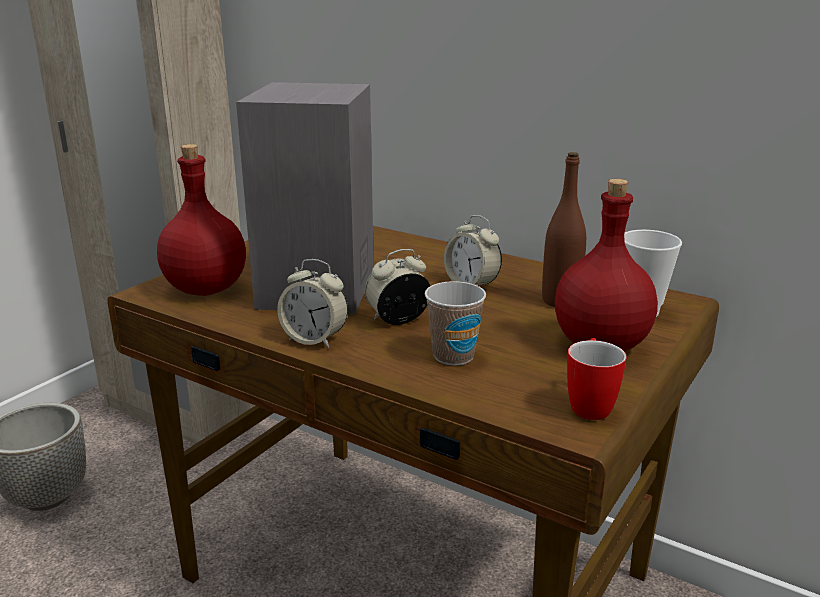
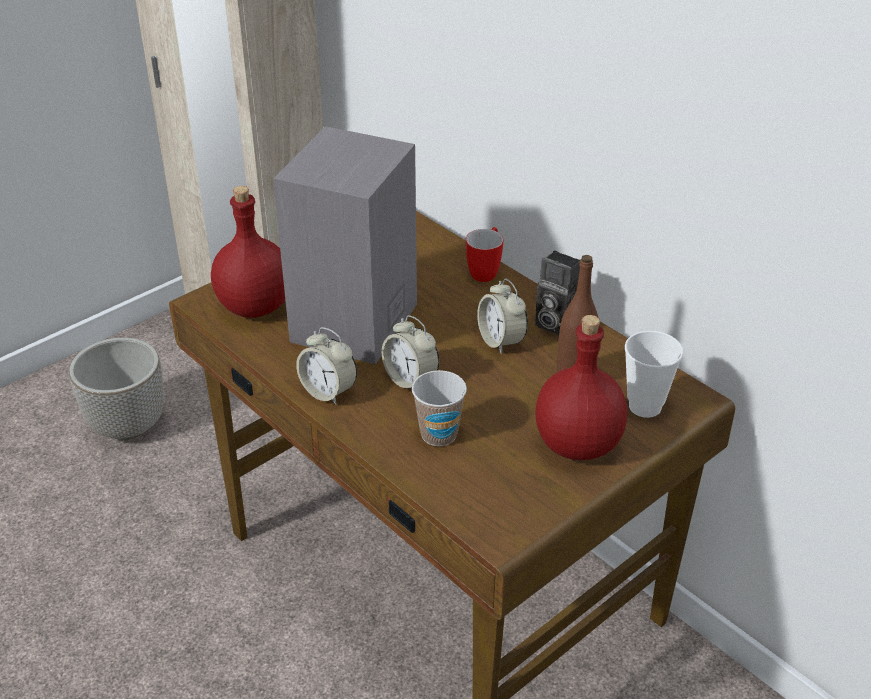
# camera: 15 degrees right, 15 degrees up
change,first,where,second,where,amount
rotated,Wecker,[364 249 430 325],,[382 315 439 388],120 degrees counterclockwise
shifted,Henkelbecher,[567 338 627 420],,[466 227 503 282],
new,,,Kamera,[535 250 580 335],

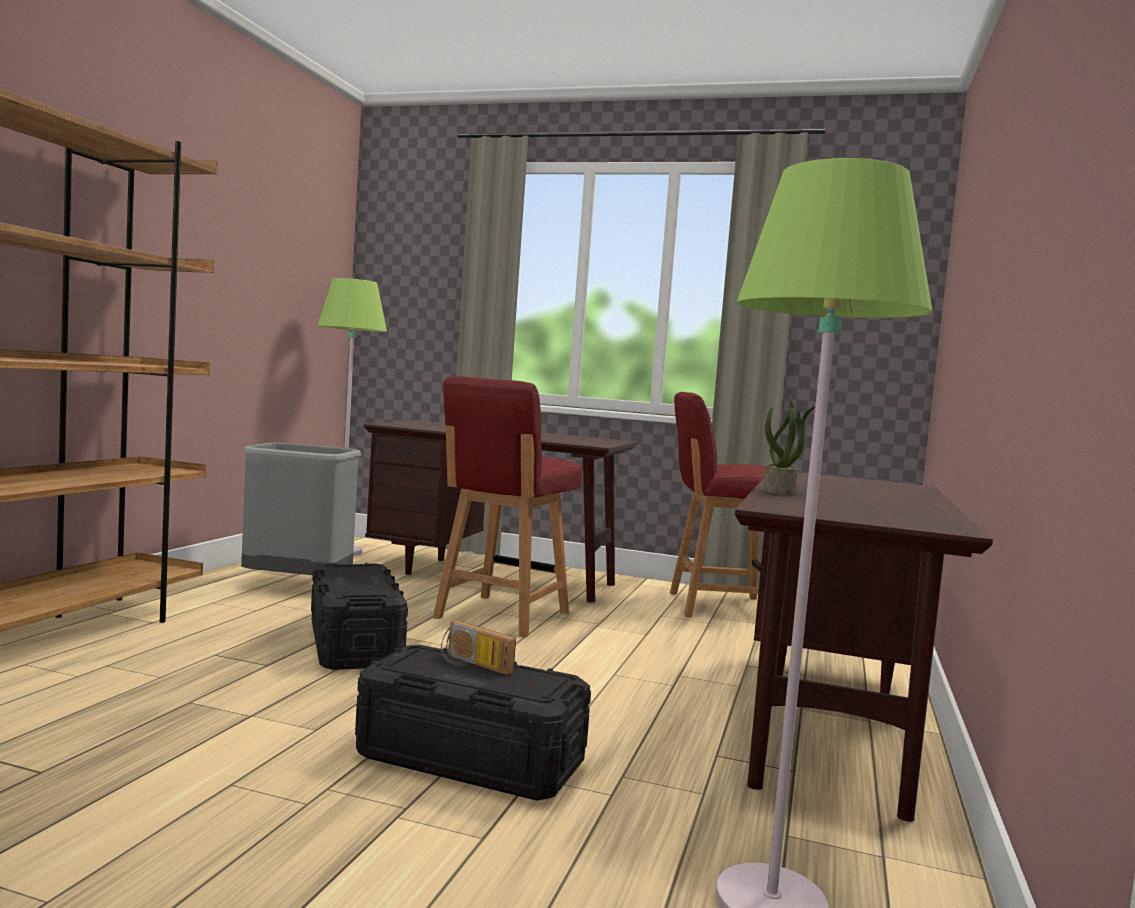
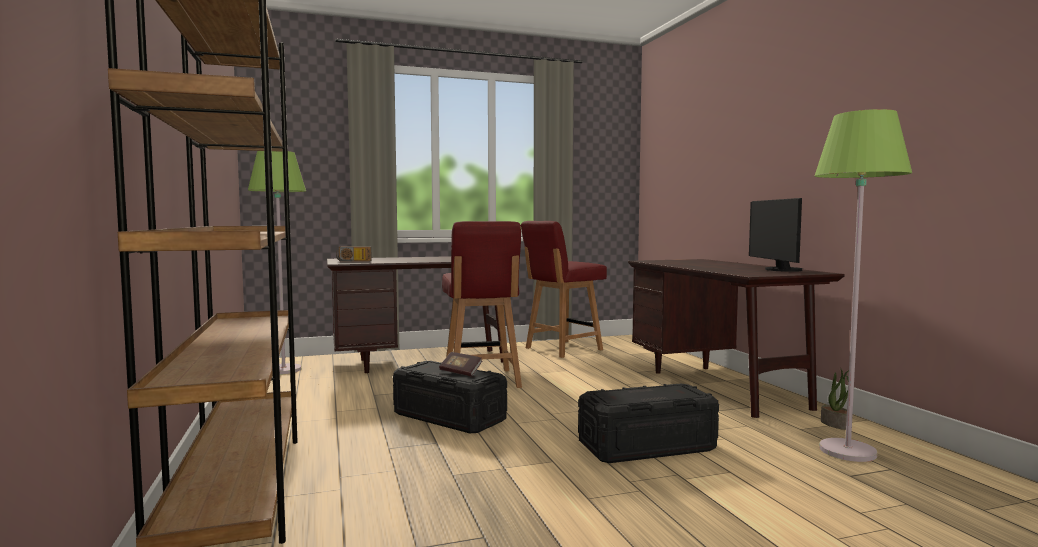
# camera: 35 degrees left, 0 degrees up
change,first,where,second,where,amount
shifted,Radio,[441 620 516 675],,[336 247 372 261],
new,,,Buch,[439 352 482 376],
new,,,Monitor,[749 198 803 272],
shifted,Topfpflanze,[763 396 815 495],,[821 369 853 430],
gone,Mülleimer [grau],[241 443 361 575],,,

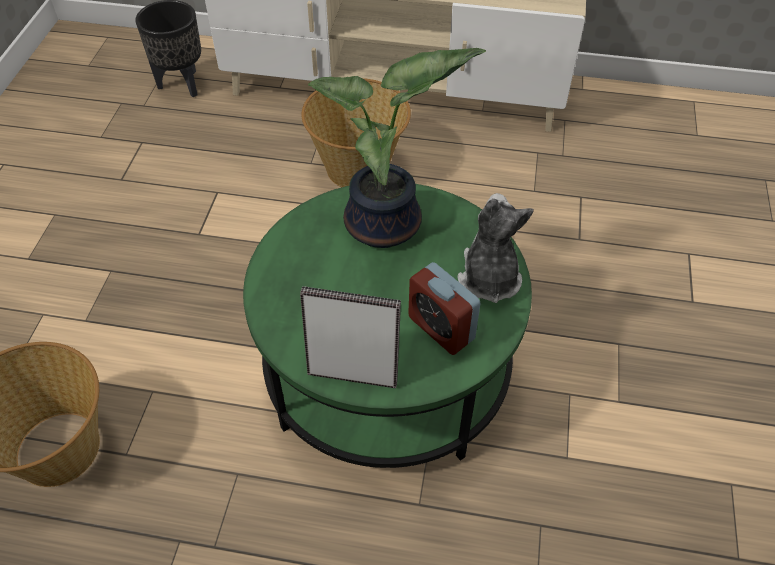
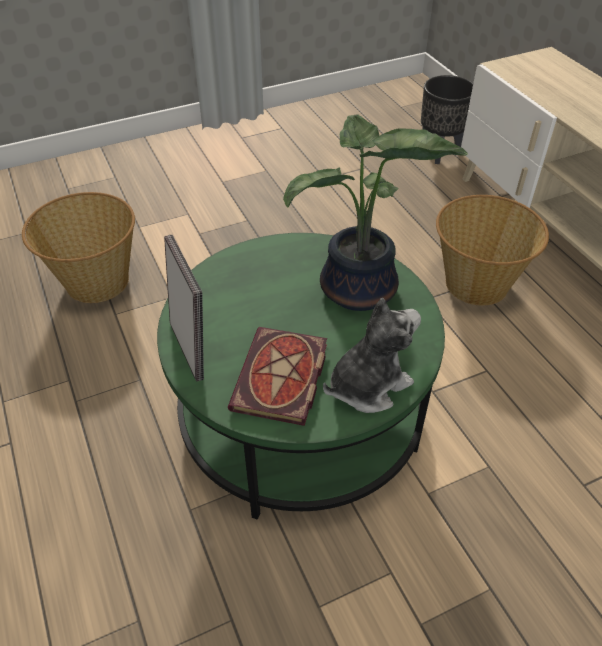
# camera: 55 degrees right, 5 degrees down
change,first,where,second,where,amount
swapped,Wecker,[408 262 481 355],Buch,[228 327 327 426],

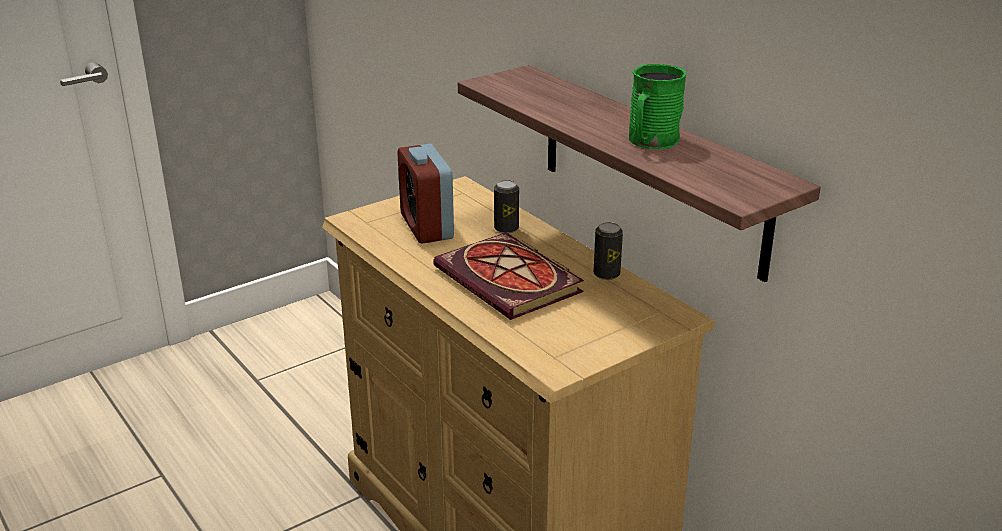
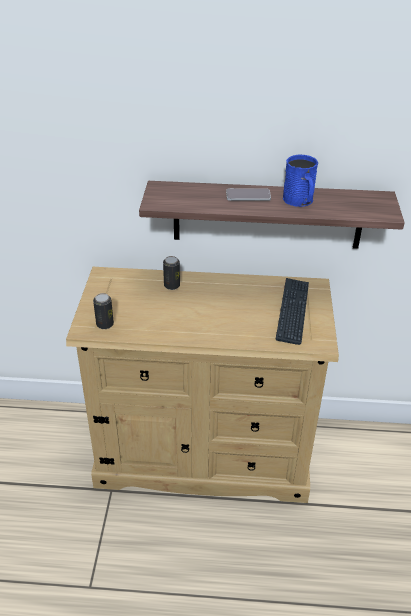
# camera: 50 degrees left, 10 degrees up
change,first,where,second,where,amount
shifted,Dose,[593 222 623 280],,[93 293 114 329],
new,,,Handy,[226 188 271 201],
new,,,Tastatur,[275 278 309 345],
repainted,Henkelbecher [grün],[629 64 686 149],Henkelbecher [blau],[283 154 318 207],
gone,Wecker,[397 144 454 244],,,
gone,Buch,[433 232 584 320],,,

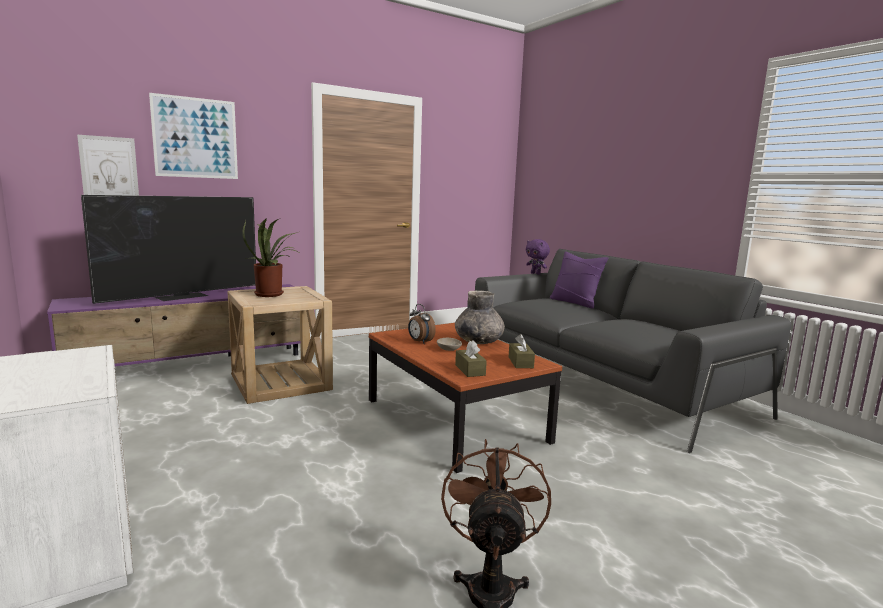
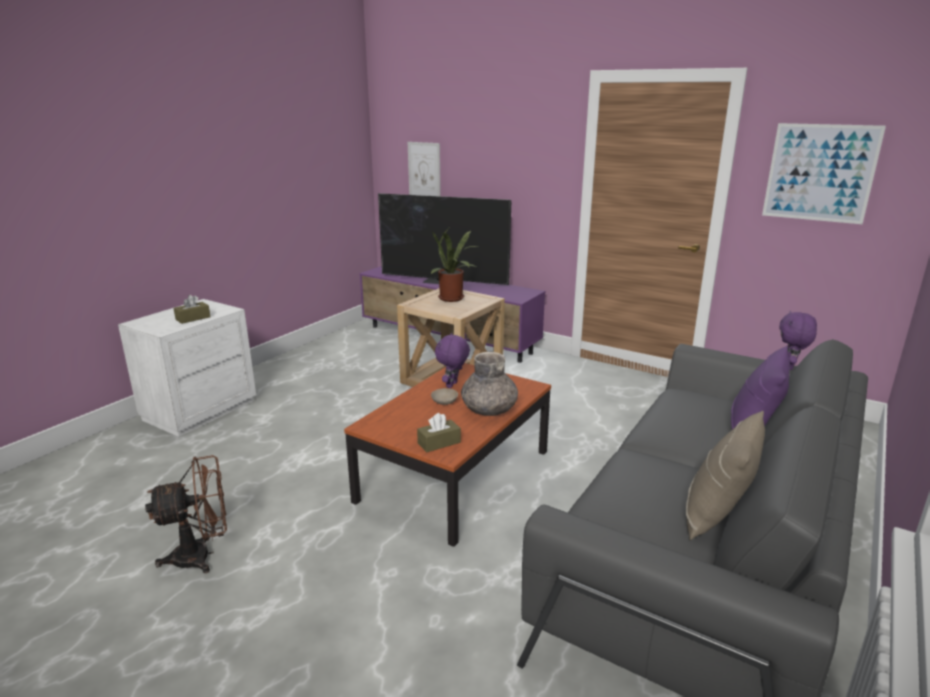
# camera: 65 degrees right, 10 degrees up
change,first,where,second,where,amount
shifted,Taschentuchbox [braun],[455 340 487 377],,[174 295 211 324],
swapped,Wecker,[408 304 436 343],Plüschtier [lila],[435 333 470 388],
new,,,Kissen [beige],[686 411 765 540],
shifted,Bild,[149 93 238 179],,[762 123 886 224],

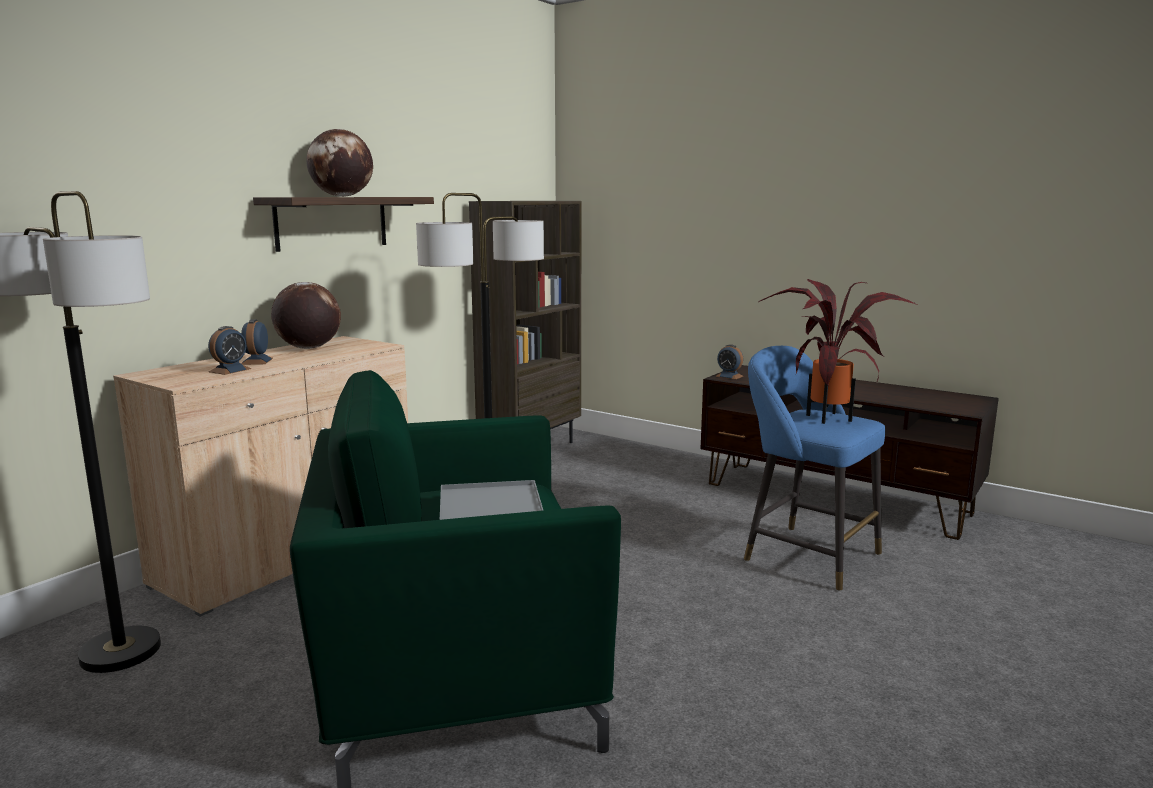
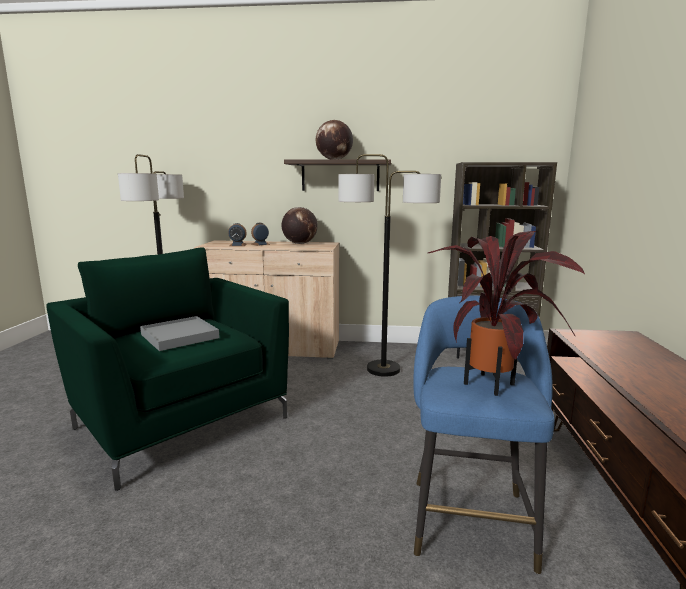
# camera: 60 degrees right, 0 degrees up
change,first,where,second,where,amount
gone,Wecker,[715 344 743 380],,,

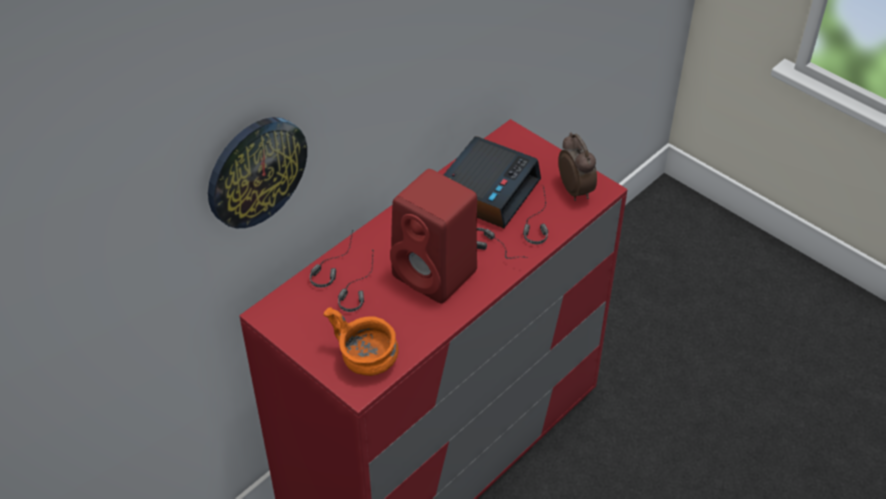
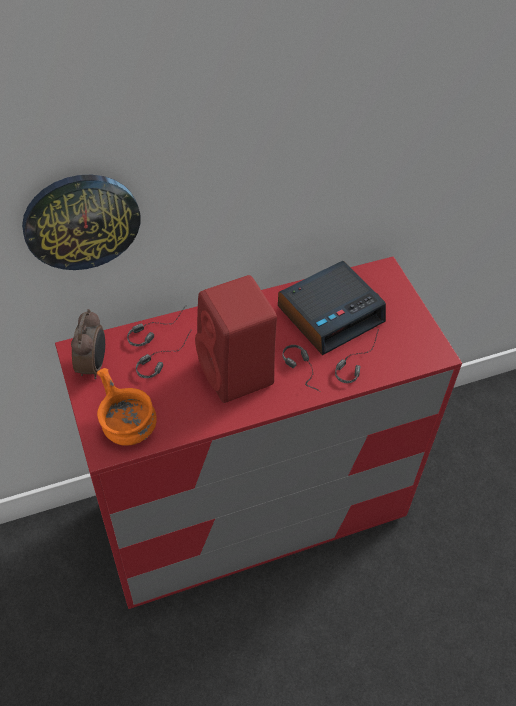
# camera: 25 degrees right, 5 degrees up
change,first,where,second,where,amount
shifted,Wecker,[558 133 597 201],,[71 309 105 379],

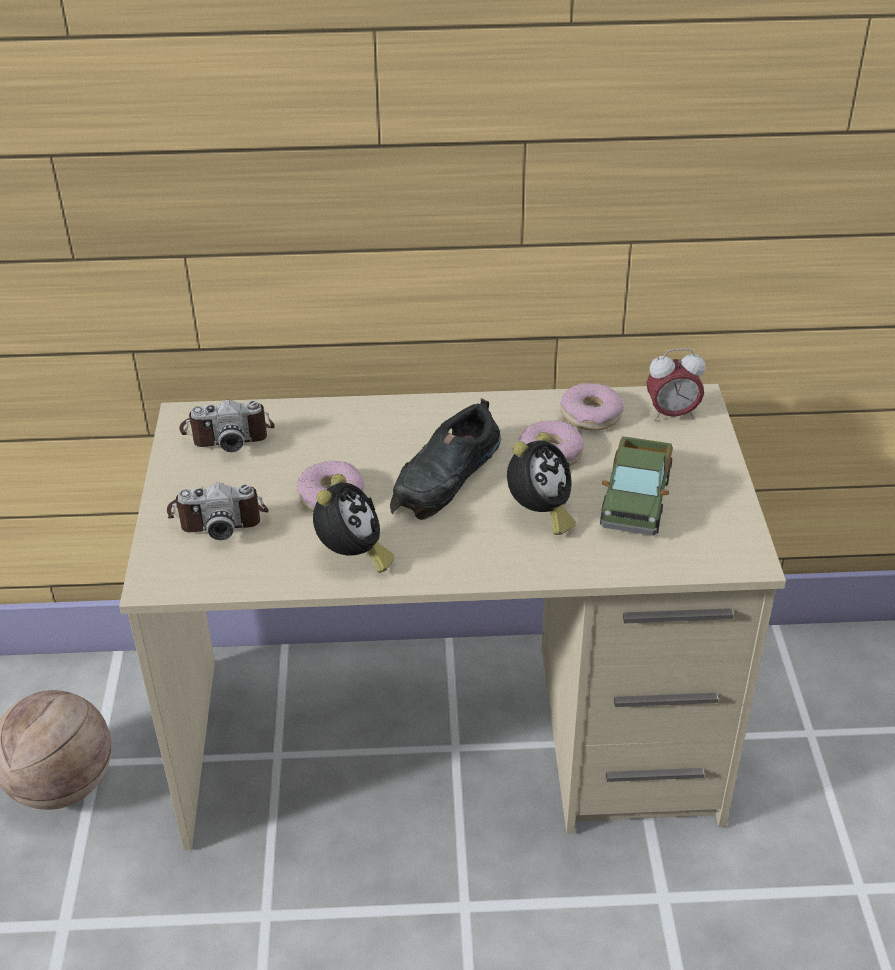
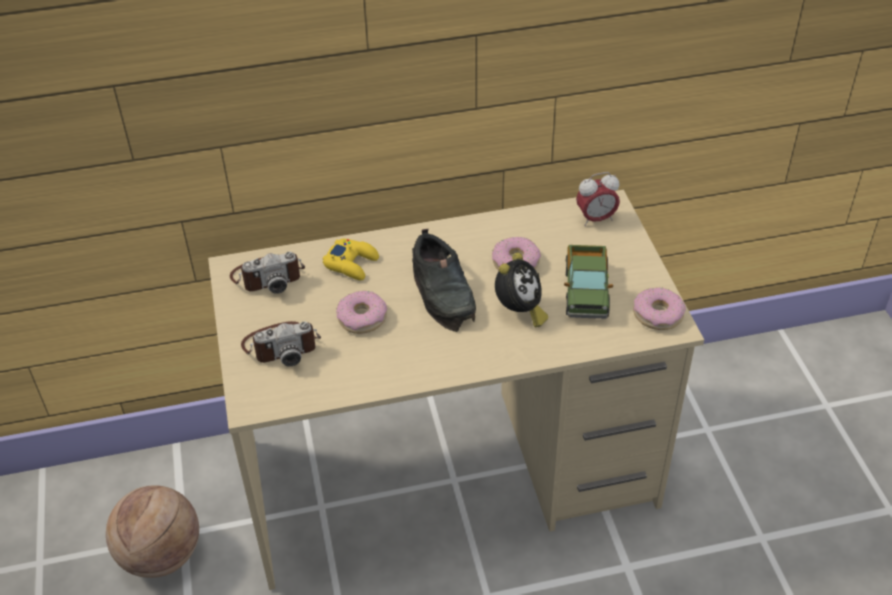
# camera: 10 degrees left, 5 degrees up
change,first,where,second,where,amount
new,,,Gamepad [gelb],[322 239 379 280],
rotated,Schuh [schwarz],[390 398 501 520],,[412 229 476 332],45 degrees counterclockwise
shifted,Donut,[560 383 624 430],,[633 287 686 330],
gone,Wecker,[313 474 394 573],,,

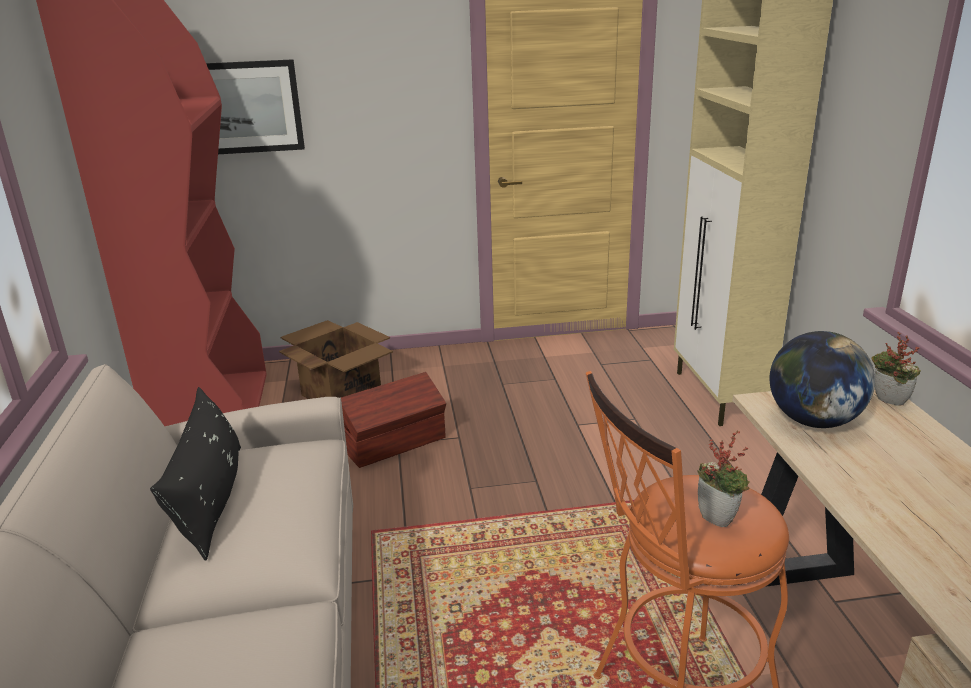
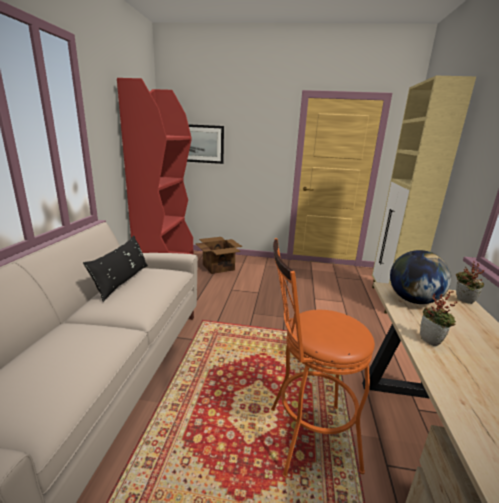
# camera: 15 degrees right, 5 degrees down
change,first,where,second,where,amount
shifted,Topfpflanze,[698 430 750 527],,[420 291 458 346],
gone,Aufbewahrungsbox [braun],[341 372 446 468],,,

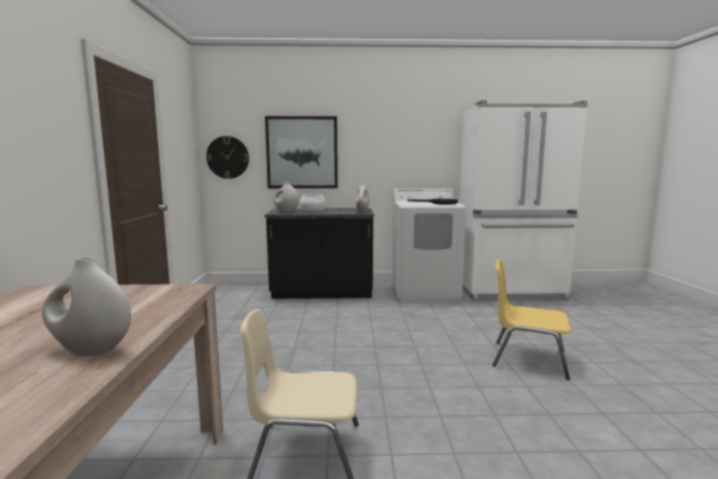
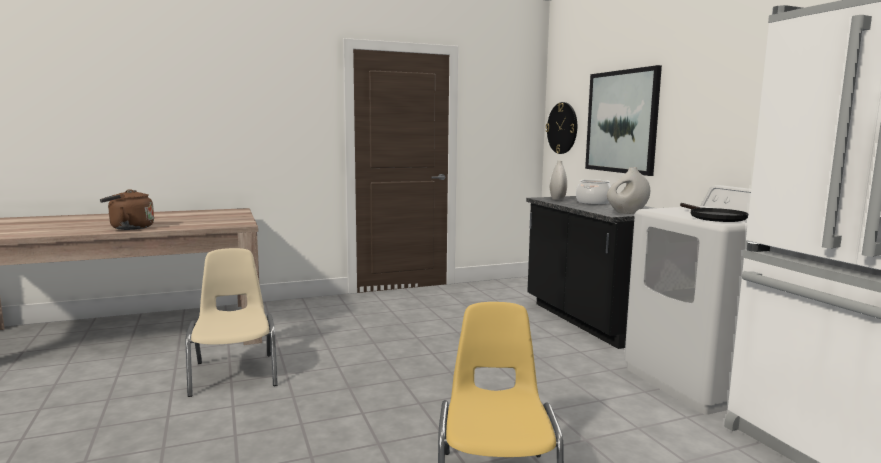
# camera: 70 degrees right, 0 degrees up
change,first,where,second,where,amount
swapped,Vase [weiß],[42 257 131 356],Wasserkessel [braun],[100 189 154 230],

